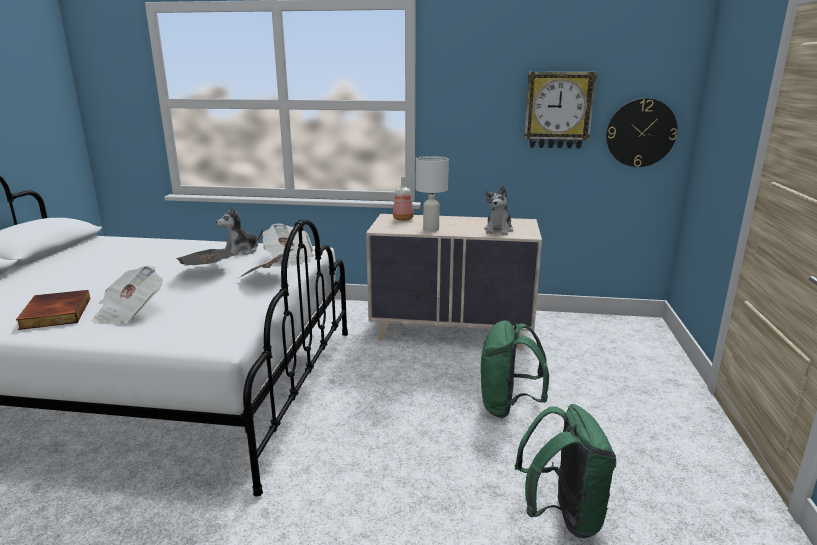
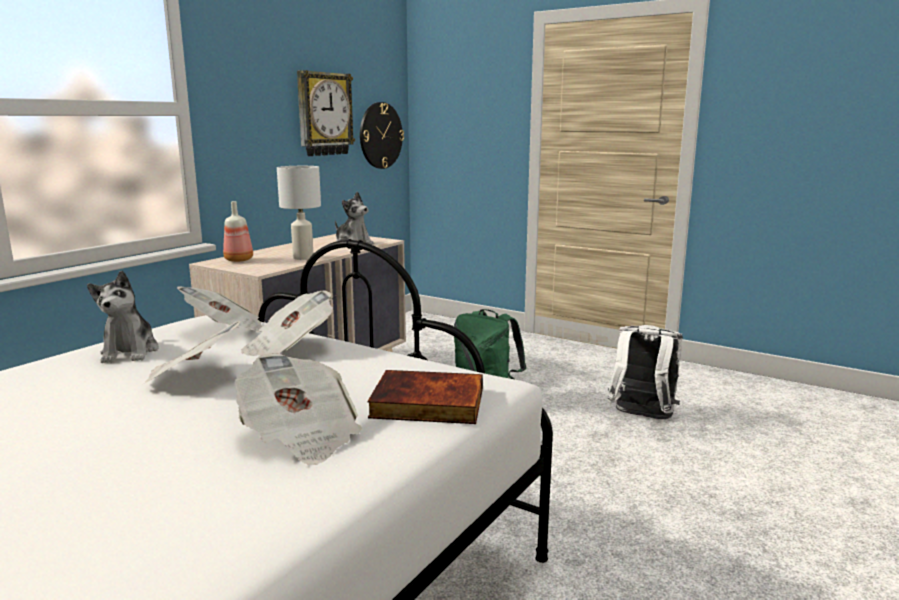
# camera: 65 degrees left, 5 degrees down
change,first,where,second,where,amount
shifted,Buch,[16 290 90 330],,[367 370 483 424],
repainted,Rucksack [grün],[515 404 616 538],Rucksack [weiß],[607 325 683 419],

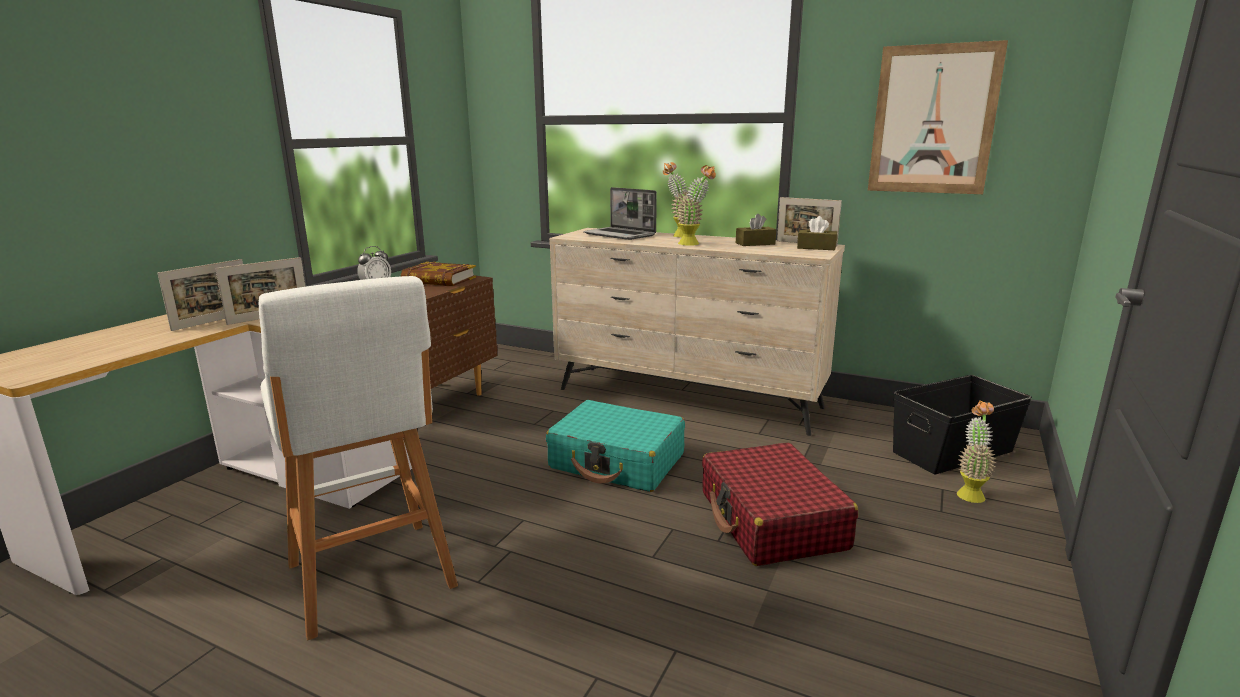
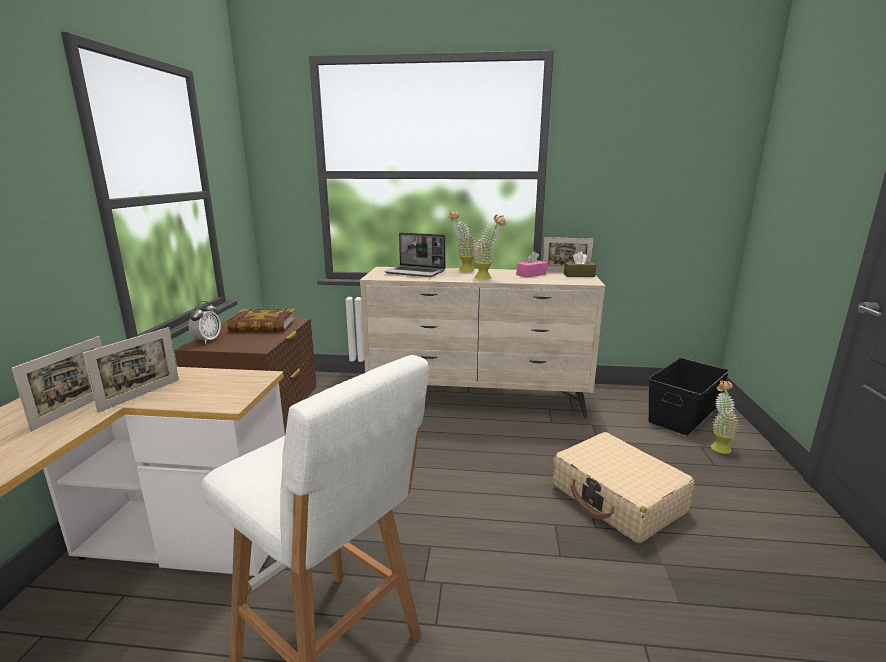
# camera: 20 degrees left, 0 degrees up
change,first,where,second,where,amount
repainted,Taschentuchbox [braun],[736 214 776 246],Taschentuchbox [rosa],[517 251 547 278],
repainted,Koffer [rot],[702 443 858 566],Koffer [beige],[553 432 695 544],
gone,Koffer [türkis],[546 400 685 492],,,
gone,Bild,[868 40 1008 194],,,

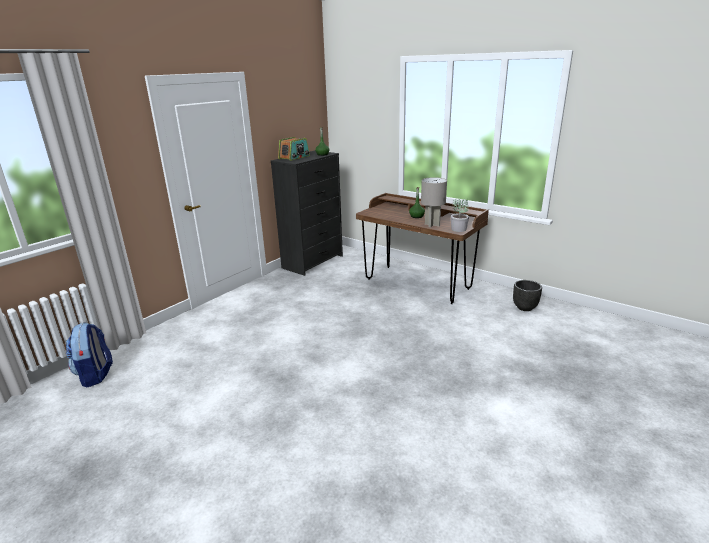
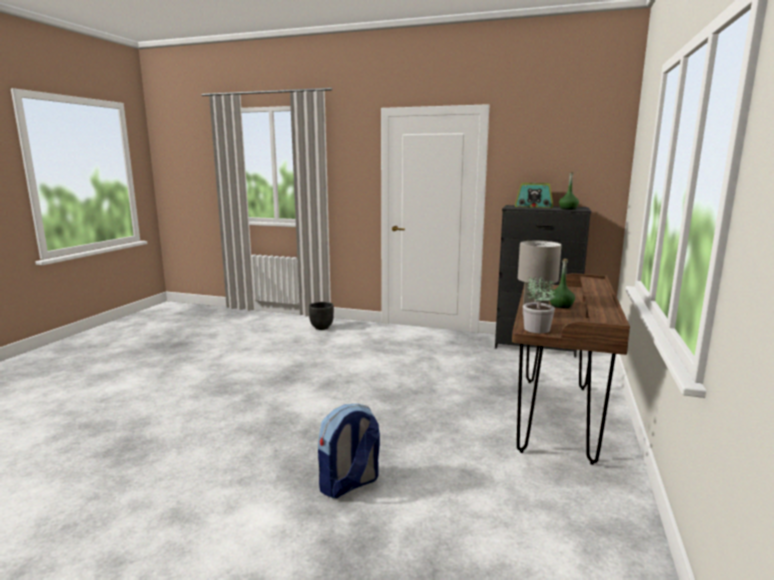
# camera: 70 degrees right, 10 degrees down
change,first,where,second,where,amount
shifted,Pflanzkübel [schwarz],[513 280 542 311],,[309 302 334 330],
shifted,Rucksack,[66 322 113 387],,[318 404 380 498],

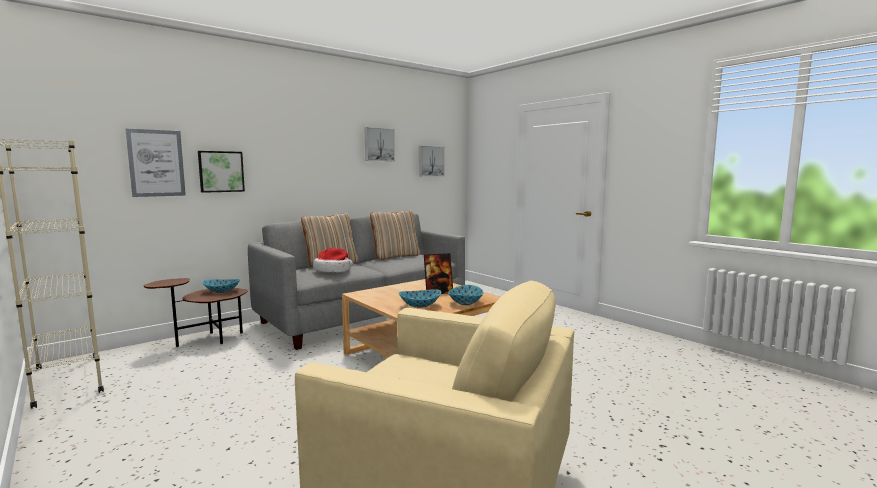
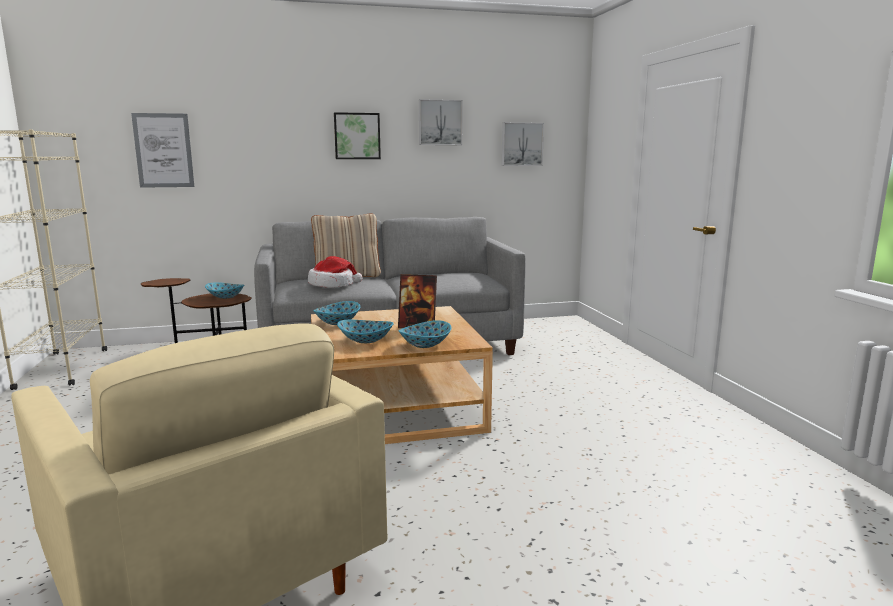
# camera: 25 degrees right, 5 degrees up
change,first,where,second,where,amount
new,,,Schüssel,[313 301 360 325],
shifted,Bild,[198 151 245 193],,[334 112 381 159],
gone,Kissen [beige],[370 210 420 260],,,

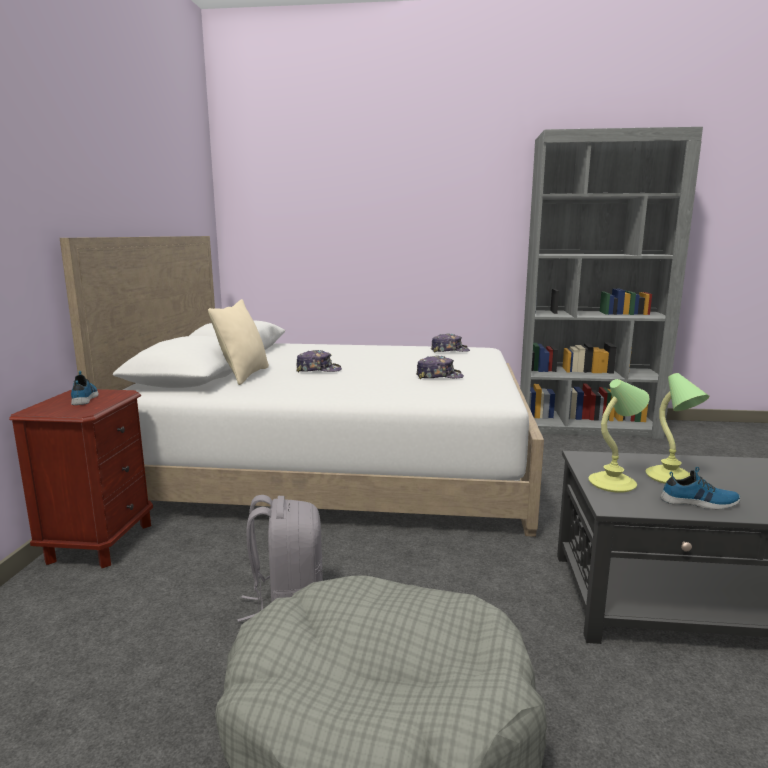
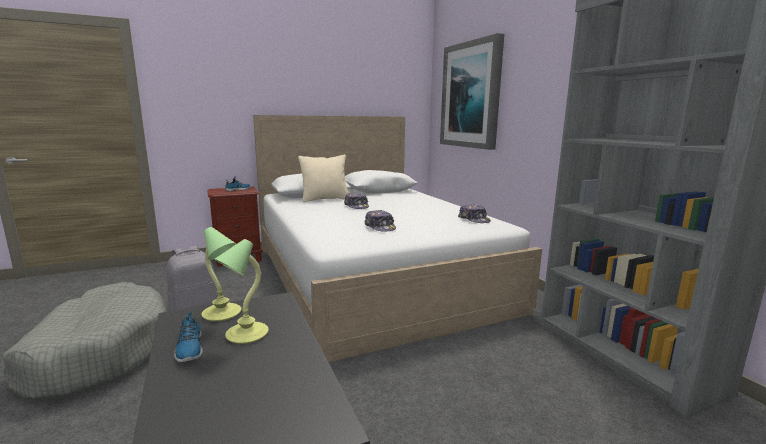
# camera: 60 degrees right, 0 degrees up
change,first,where,second,where,amount
new,,,Bild,[440 33 504 150],

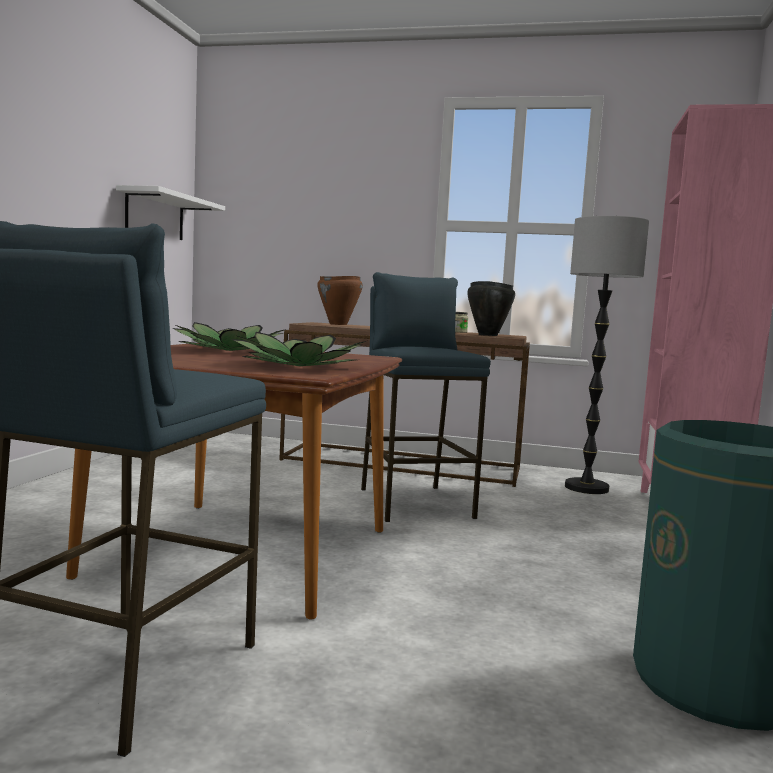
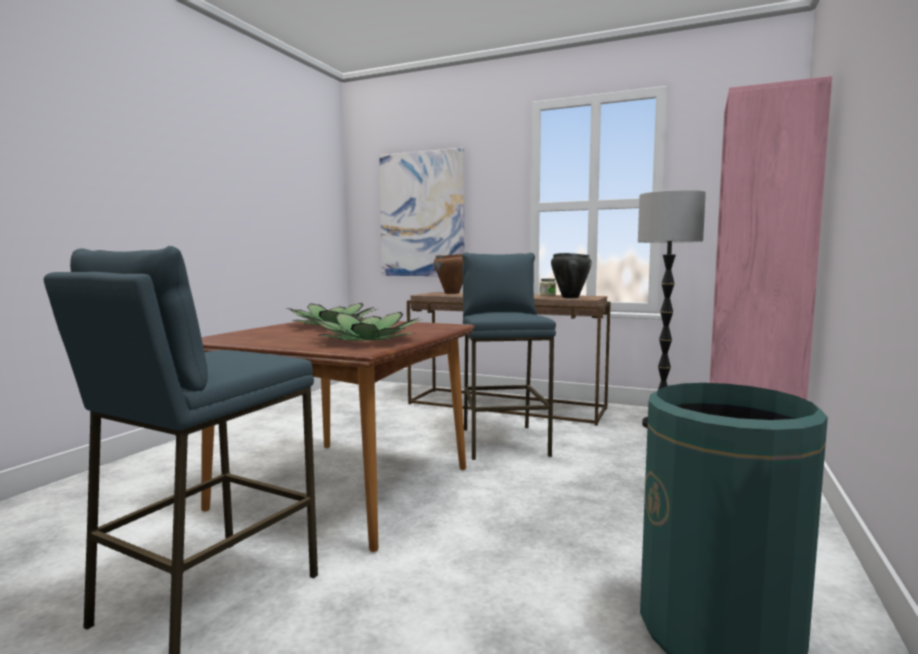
# camera: 10 degrees right, 0 degrees up
change,first,where,second,where,amount
new,,,Bild,[379 148 464 276],
gone,Wandregal [weiß],[116 185 225 240],,,

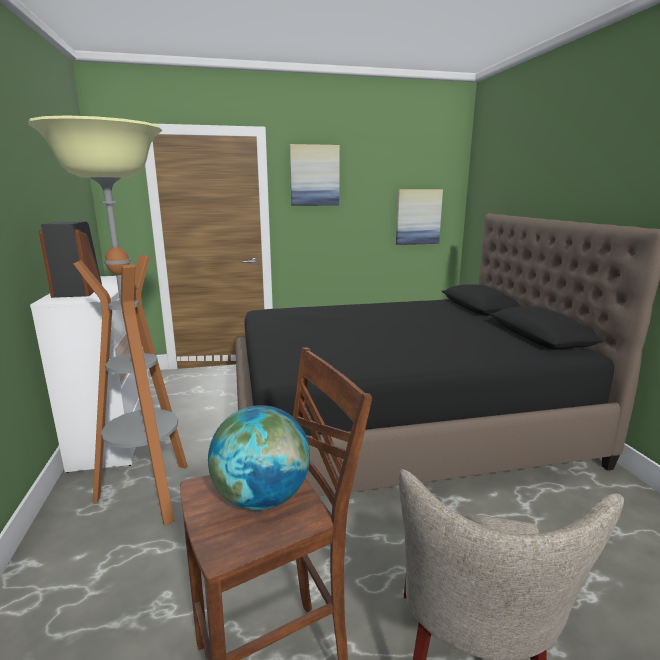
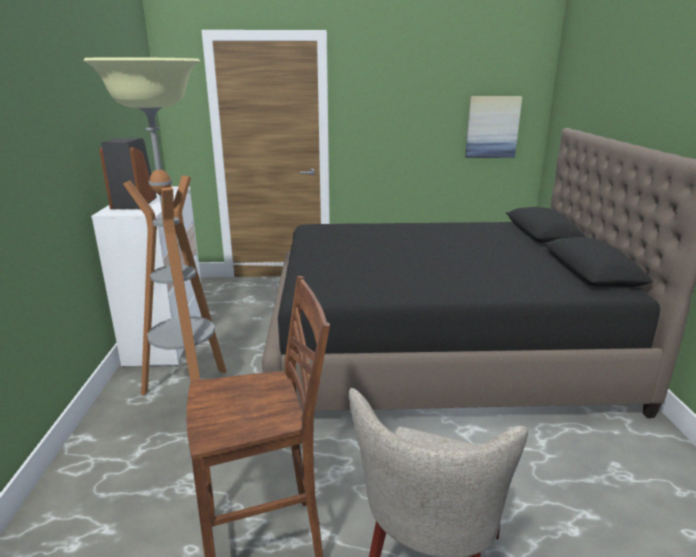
# camera: 10 degrees right, 5 degrees up
change,first,where,second,where,amount
gone,Globus,[208 405 310 510],,,
gone,Bild,[290 144 340 206],,,

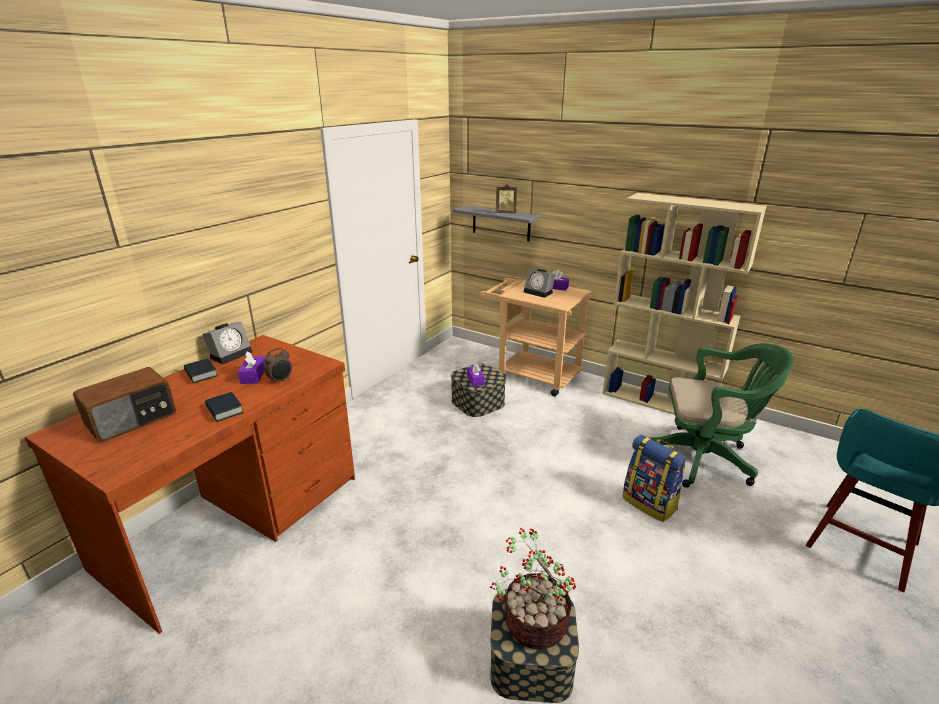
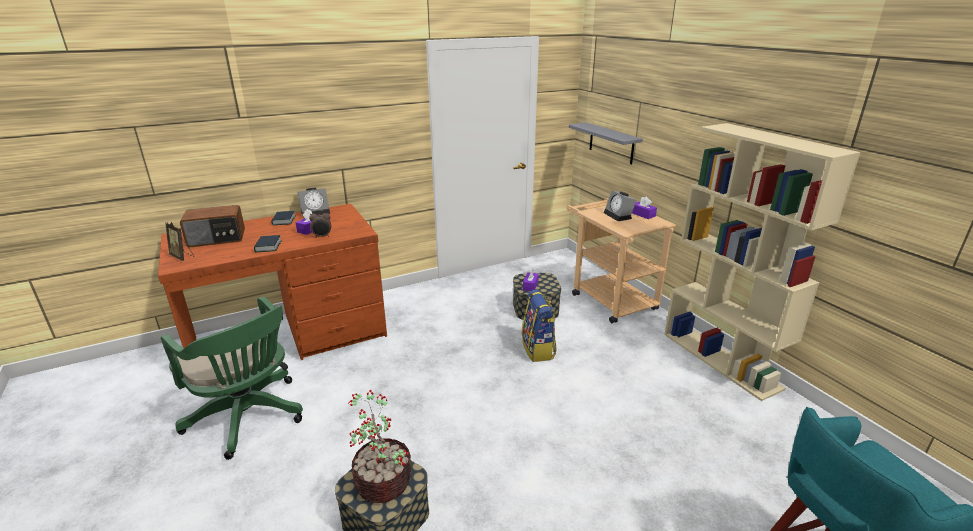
# camera: 30 degrees right, 0 degrees up
change,first,where,second,where,amount
shifted,Bürostuhl [grün],[650 343 794 488],,[161 296 303 460],
shifted,Bilderrahmen,[496 184 517 214],,[166 222 194 261],
shifted,Rucksack,[622 435 686 522],,[522 290 557 362],

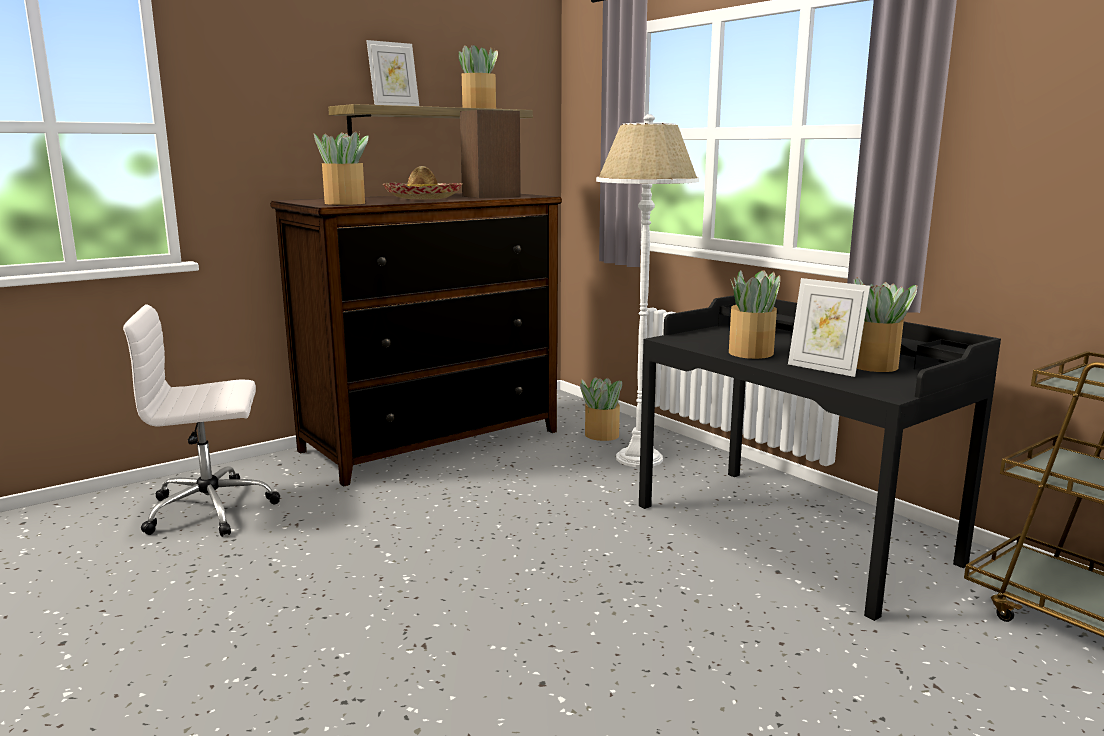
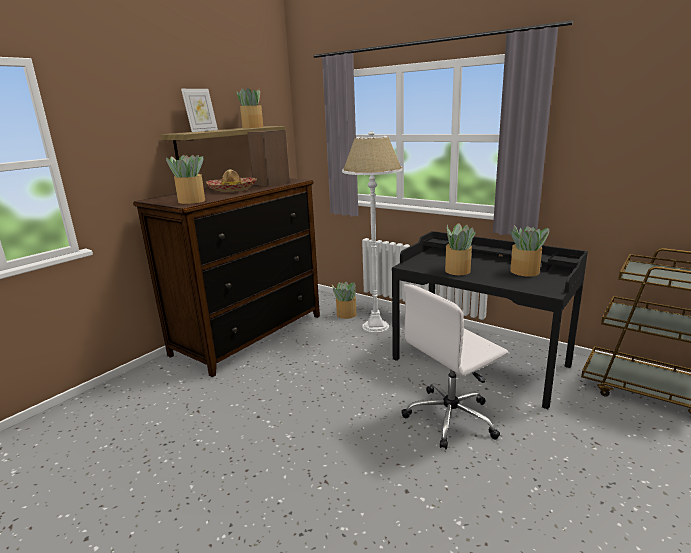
# camera: 15 degrees left, 5 degrees up
change,first,where,second,where,amount
shifted,Bürostuhl [weiß],[123 304 280 537],,[401 284 509 449],
gone,Bilderrahmen,[788 278 870 377],,,

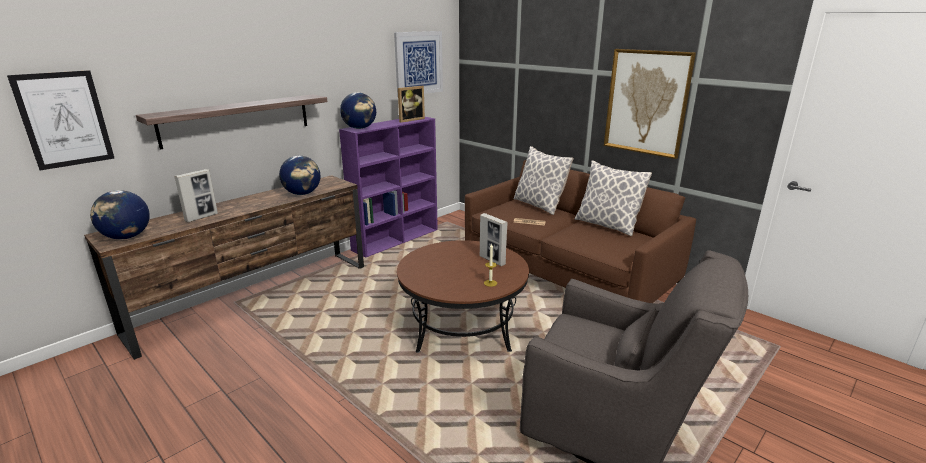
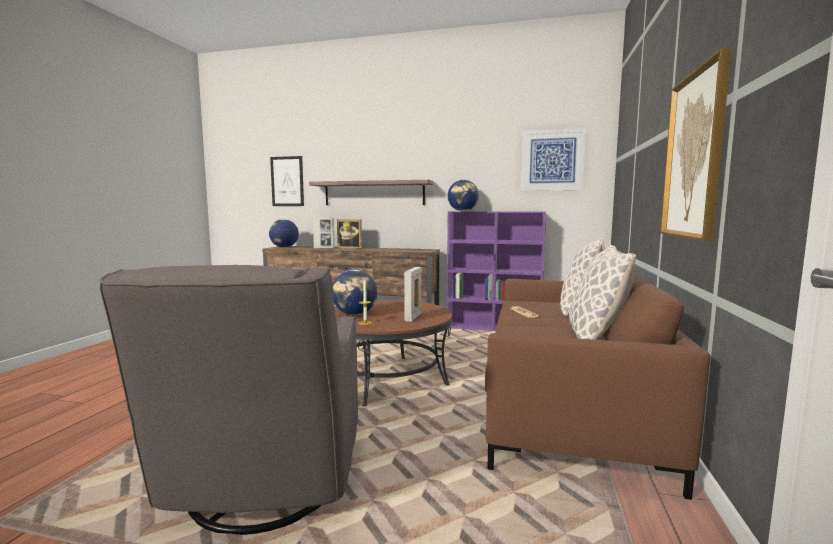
# camera: 60 degrees right, 15 degrees down
change,first,where,second,where,amount
shifted,Globus,[279 156 320 195],,[333 270 377 315],
shifted,Bilderrahmen,[398 86 425 123],,[337 219 362 249],

